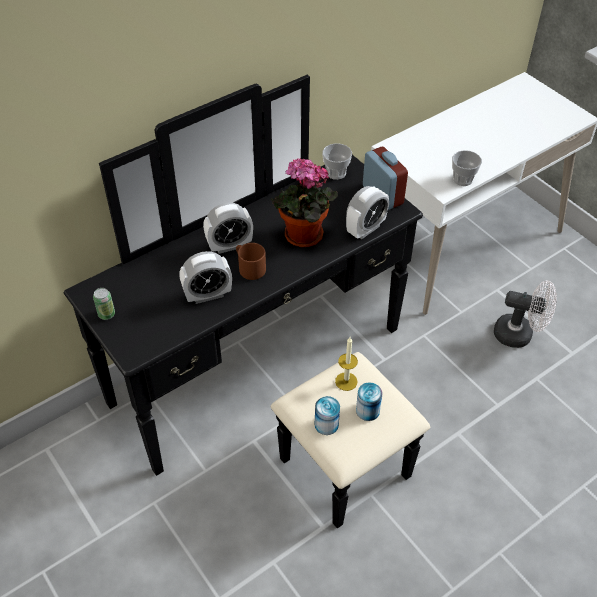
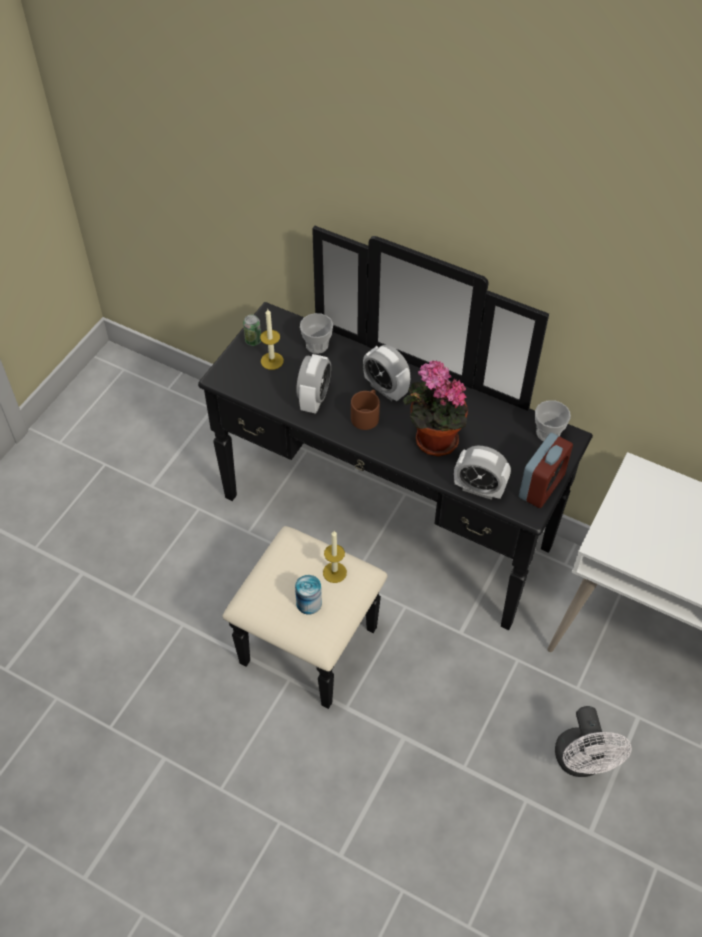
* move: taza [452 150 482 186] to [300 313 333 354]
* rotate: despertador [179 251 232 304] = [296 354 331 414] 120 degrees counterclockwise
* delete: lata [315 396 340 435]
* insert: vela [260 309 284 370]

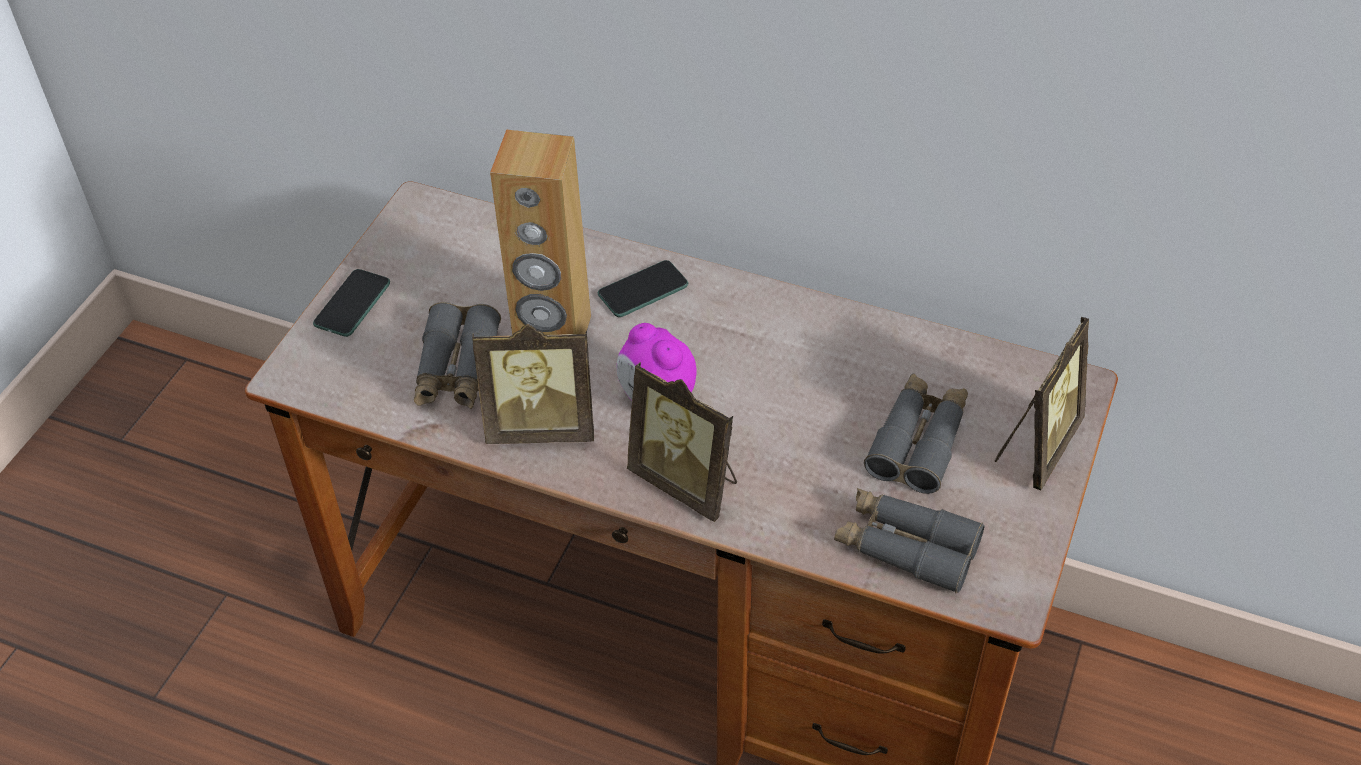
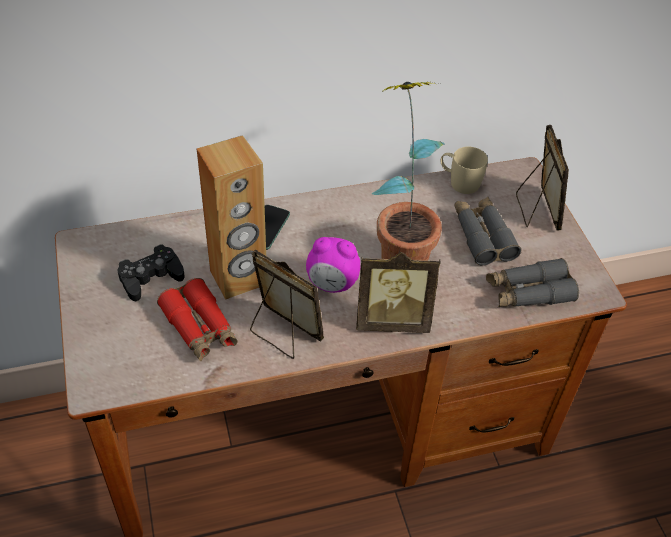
* delete: móvil [313 269 390 337]
* recolor: prismáticos [gris] [414 302 501 409] to prismáticos [rojo] [157 278 238 361]
* rotate: portarretratos [472 324 594 444] = [250 250 324 359] 105 degrees counterclockwise
* insert: planta en maceta [372 81 445 260]
* insert: taza grande [beis] [440 147 488 194]
* insert: mando de consola [negro] [118 244 185 301]

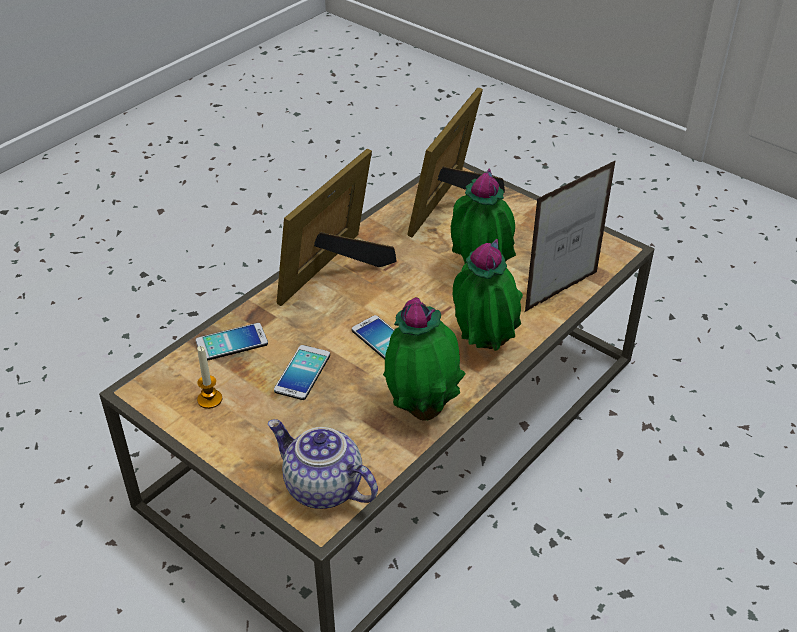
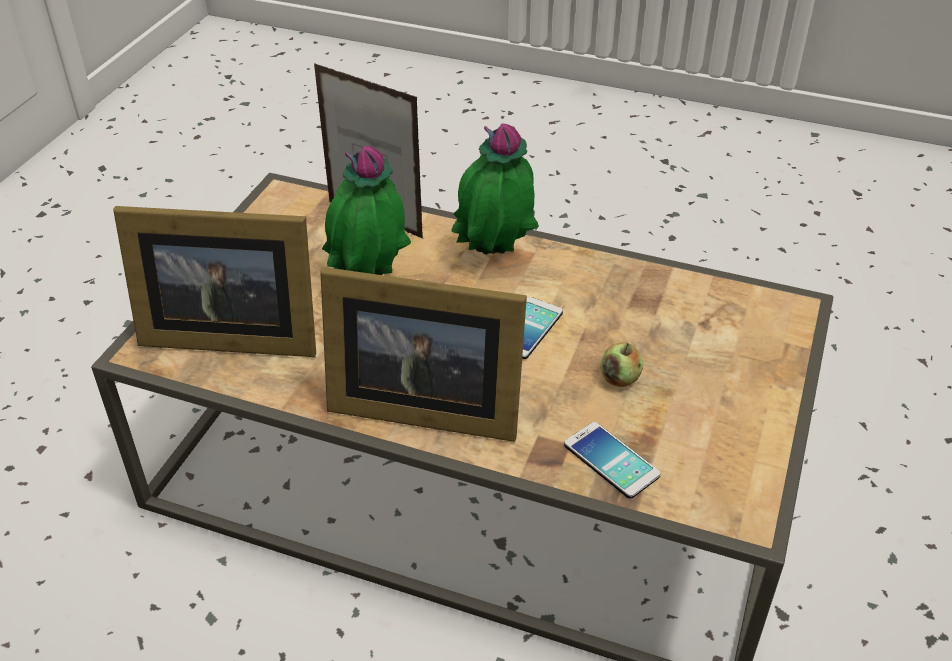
* delete: planta en maceta [383 297 466 421]
* replace: móvil [274 345 330 400] to manzana [600 342 643 387]
* delete: vela [197 346 222 409]
* delete: tetera [268 419 378 509]

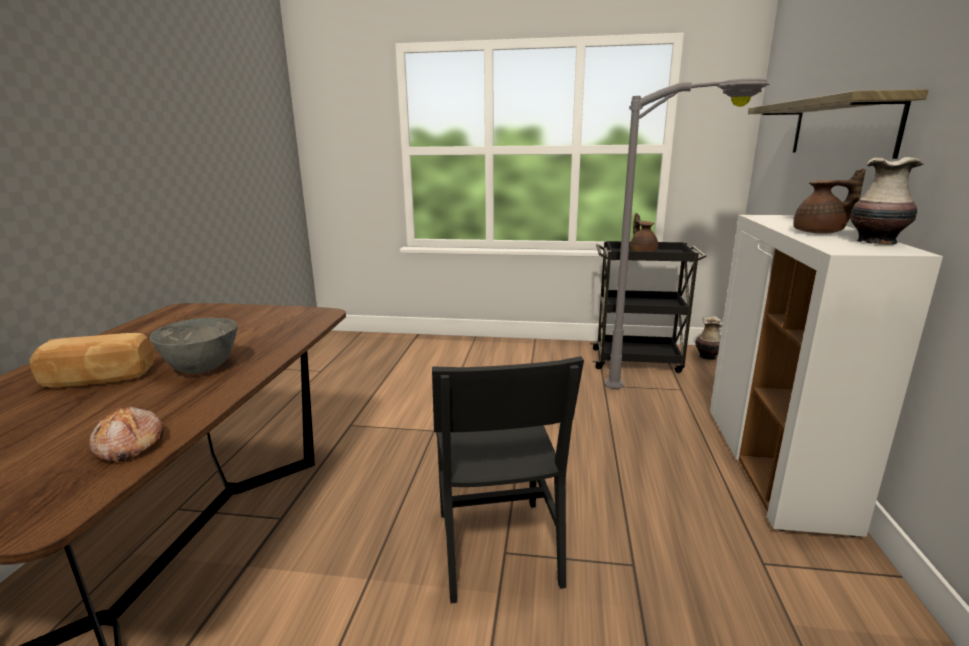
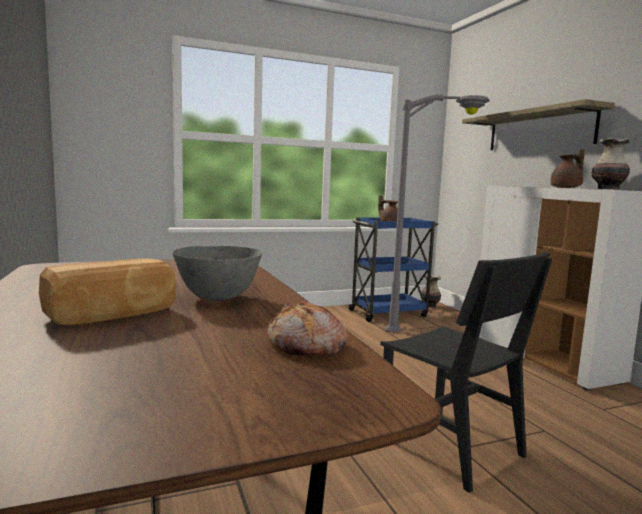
* recolor: carrito [negro] [590 241 707 373] to carrito [azul] [347 217 439 322]

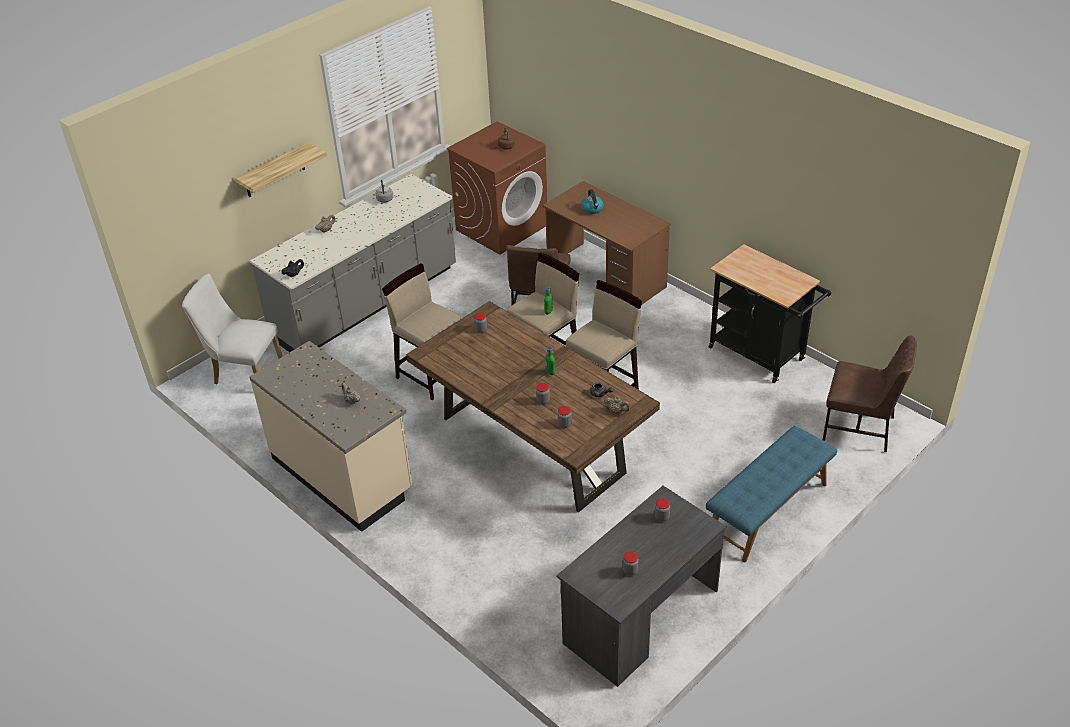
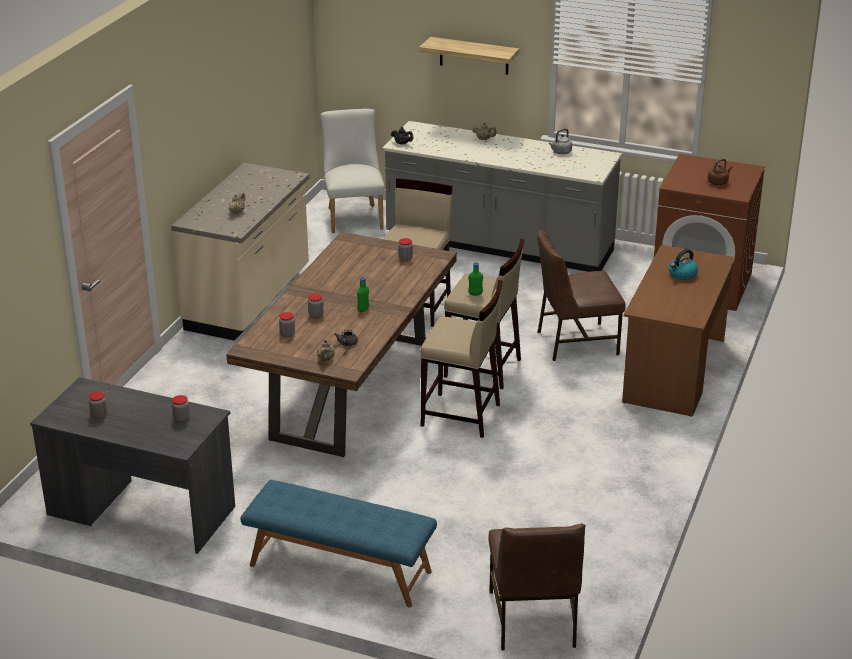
* delete: carrito [negro] [709 244 831 383]

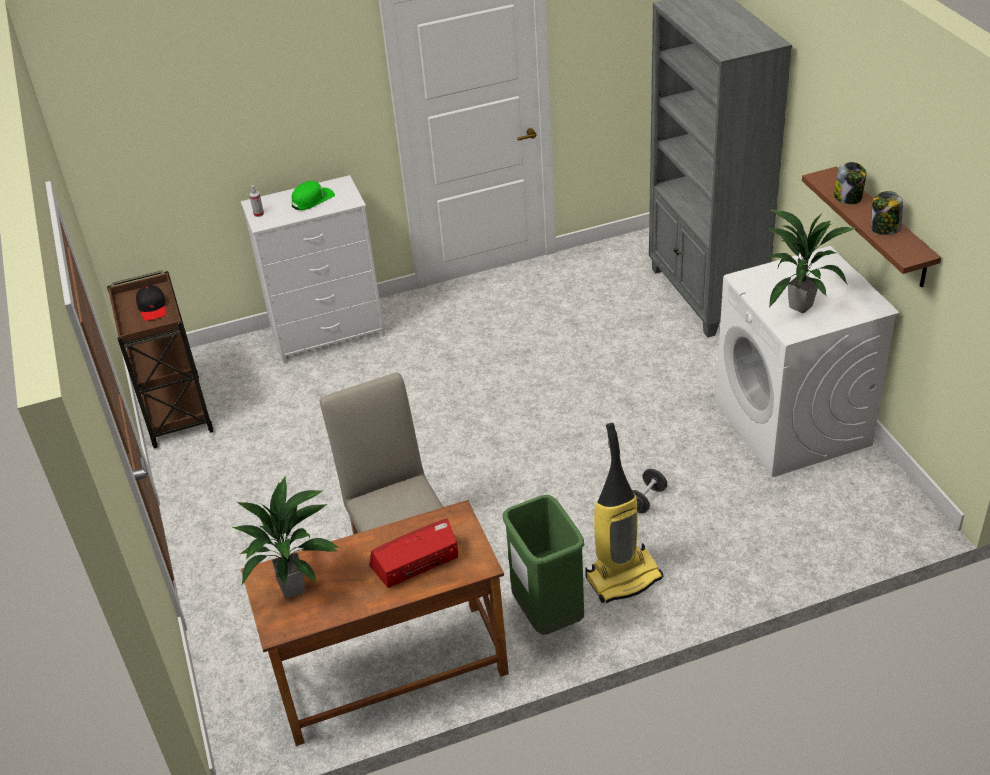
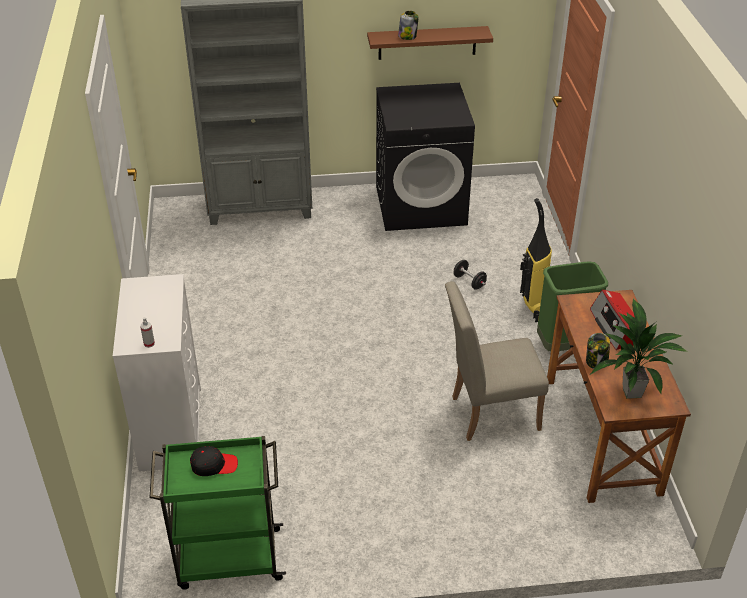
* delete: gorra [verde] [292 181 335 210]
* move: tarro [871 191 903 235] to [586 333 610 369]
* delete: planta en maceta [767 209 856 313]
* recolor: lavadora [blanco] [715 246 900 477] to lavadora [negro] [376 83 475 231]
* recolor: carrito [marrón] [107 270 214 448] to carrito [verde] [149 436 286 590]

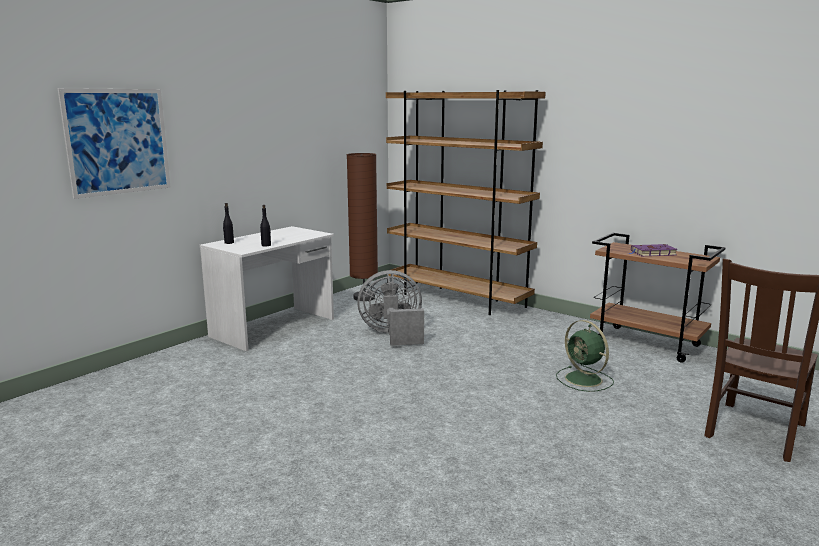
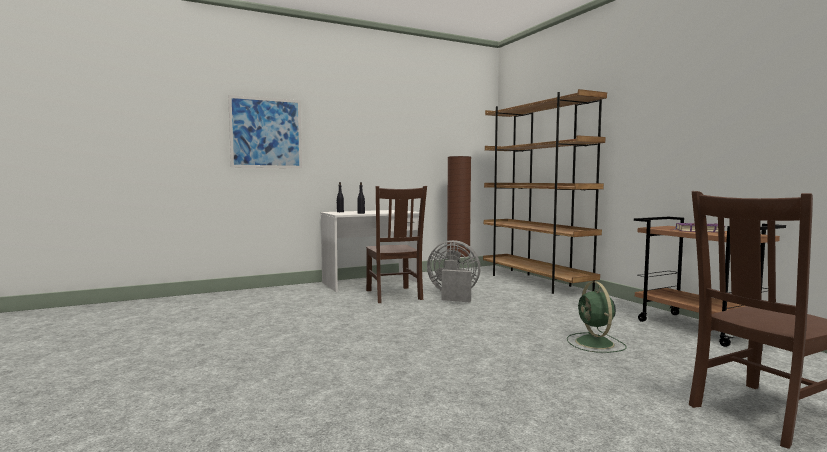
* insert: silla [marrón] [366 186 427 303]

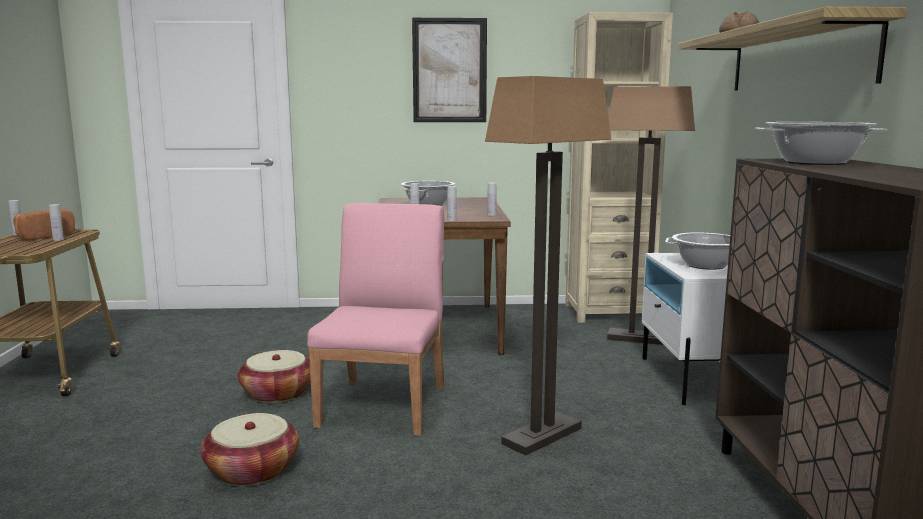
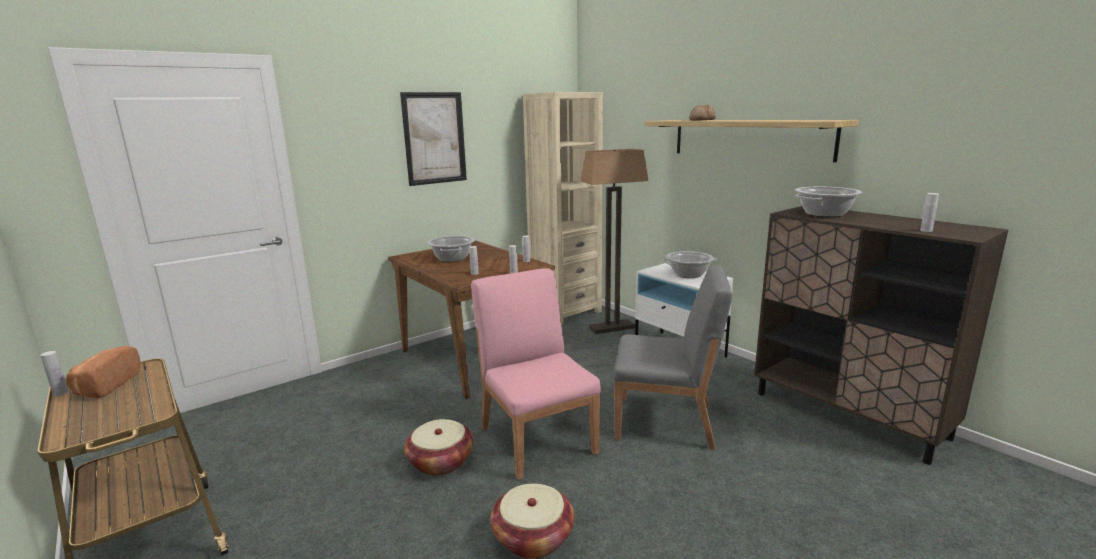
* replace: lámpara de pie [485 76 612 456] to silla [gris] [613 265 732 450]
* move: botella [blanco] [49 204 64 241] to [920 193 939 232]

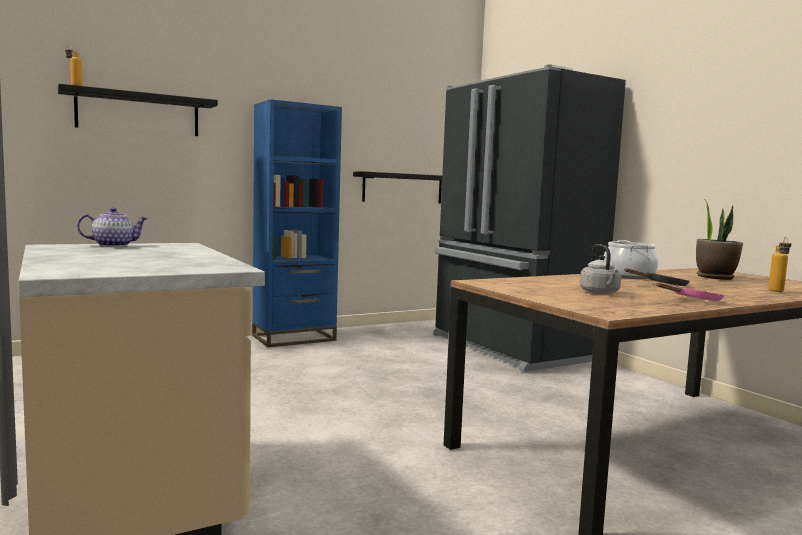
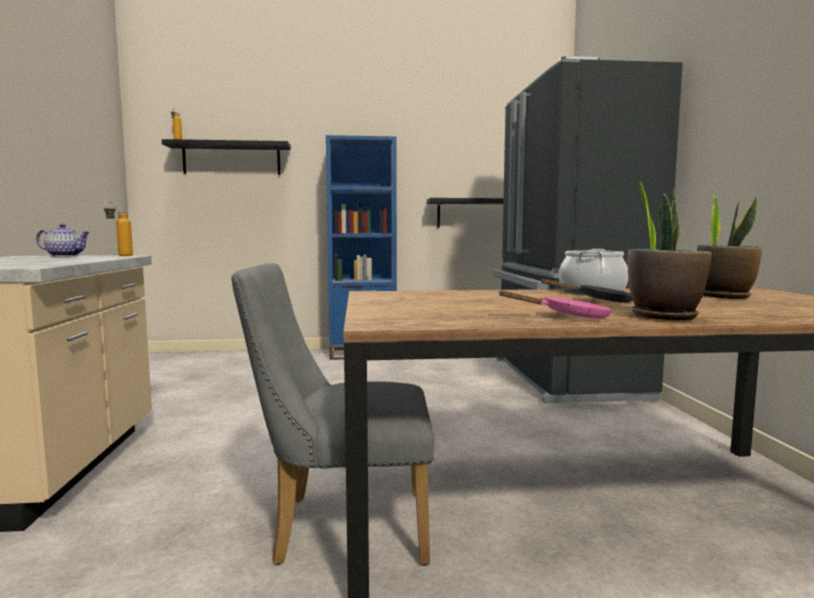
* move: botella [768 237 791 292] to [103 202 133 256]
* delete: hervidor [gris] [580 244 622 294]
* insert: planta en maceta [628 178 712 320]
* insert: silla [gris] [231 263 434 566]

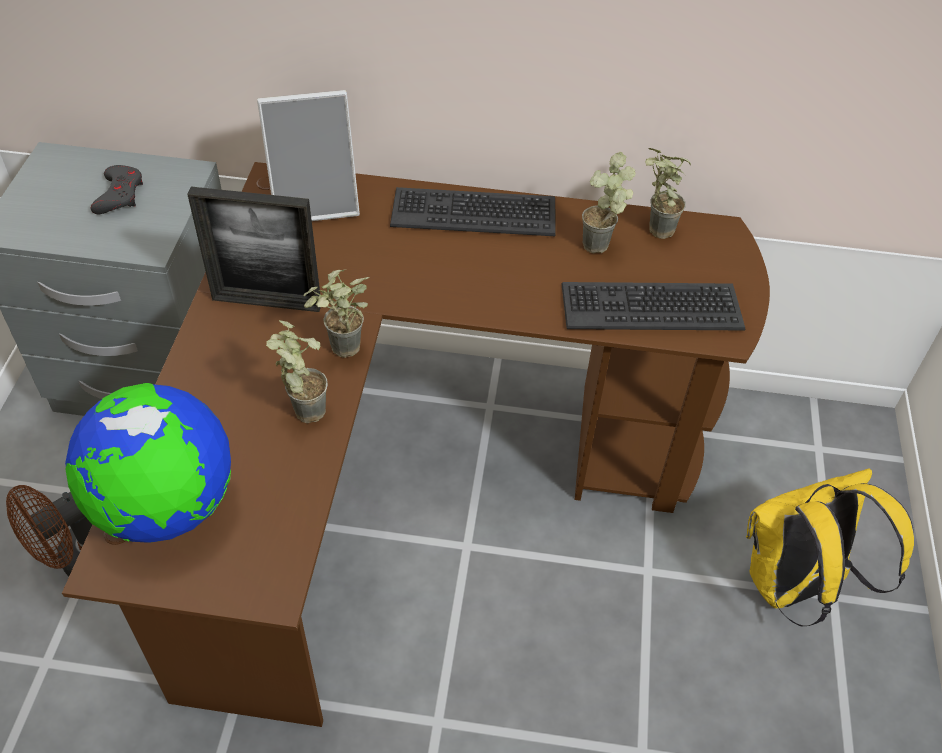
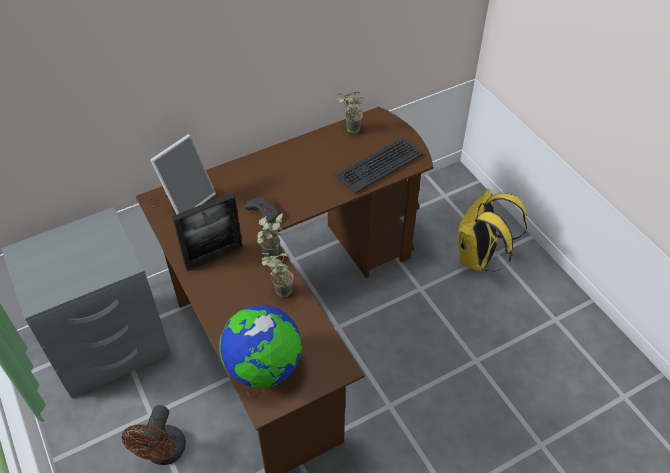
* delete: planta en maceta [582 152 636 253]
* move: mando de consola [gris] [91 165 143 214] to [244 196 279 228]
* delete: teclado [390 187 556 236]

